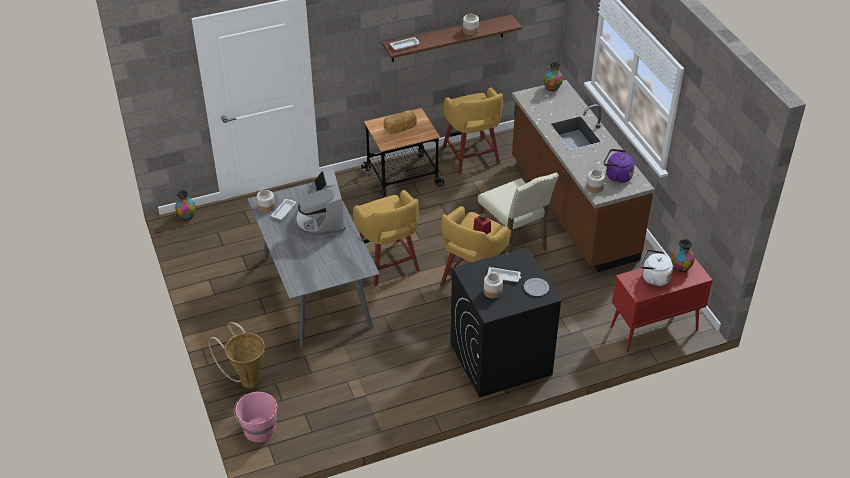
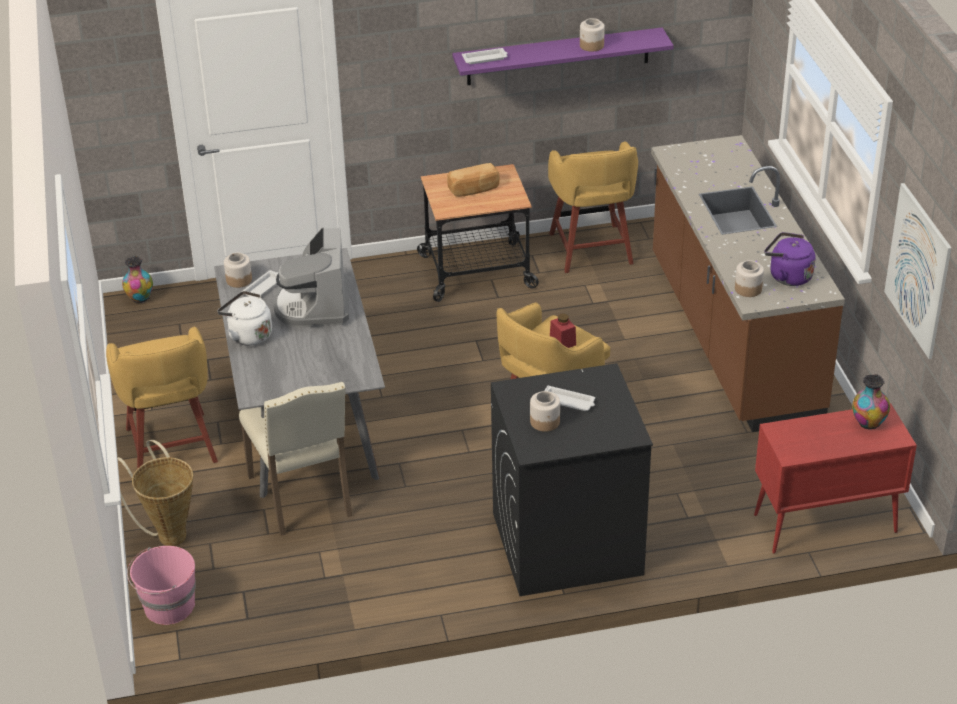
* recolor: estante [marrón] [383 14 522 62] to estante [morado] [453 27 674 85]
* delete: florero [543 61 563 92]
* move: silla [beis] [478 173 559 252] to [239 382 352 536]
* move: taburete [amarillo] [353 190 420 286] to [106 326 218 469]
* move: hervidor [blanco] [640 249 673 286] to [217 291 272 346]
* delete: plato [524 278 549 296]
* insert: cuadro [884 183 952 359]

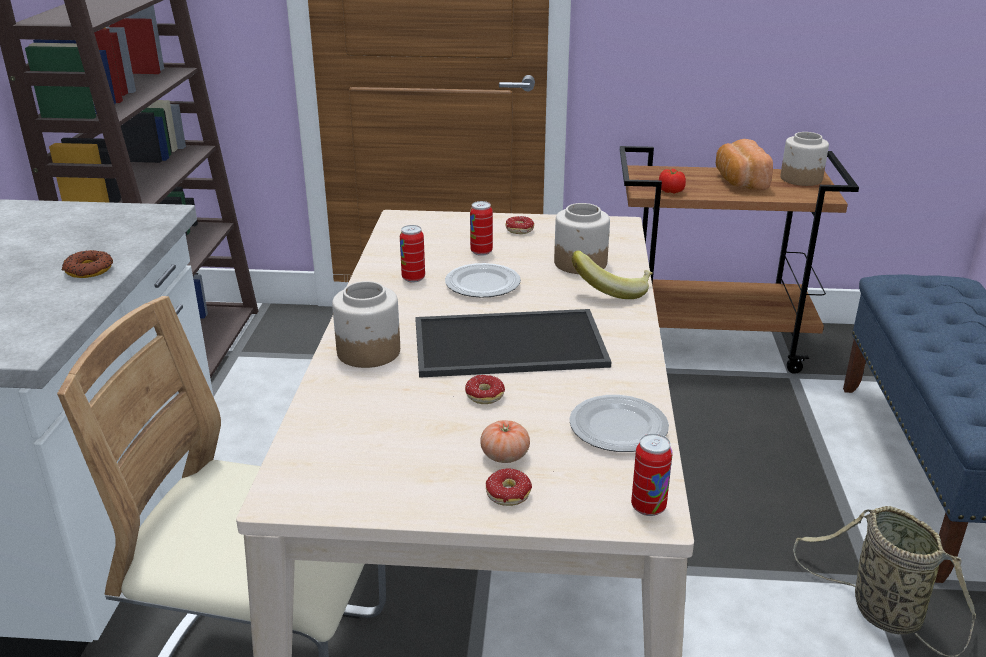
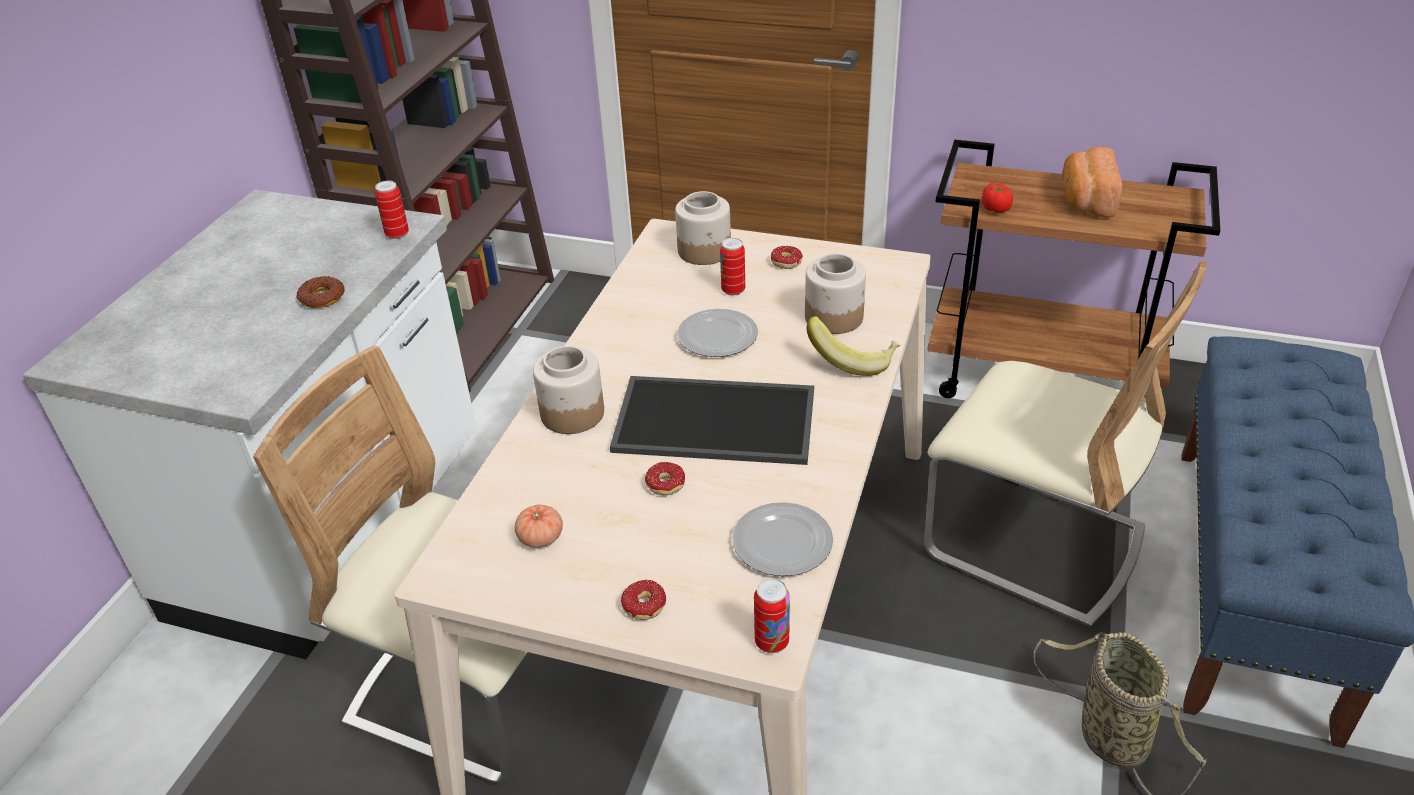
* move: tarro [781 132 829 186] to [675 191 731 265]
* move: lata [400 225 425 283] to [375 181 409 239]
* move: tomate [480 420 530 463] to [514 505 563 548]
* insert: silla [beis] [924 260 1207 628]

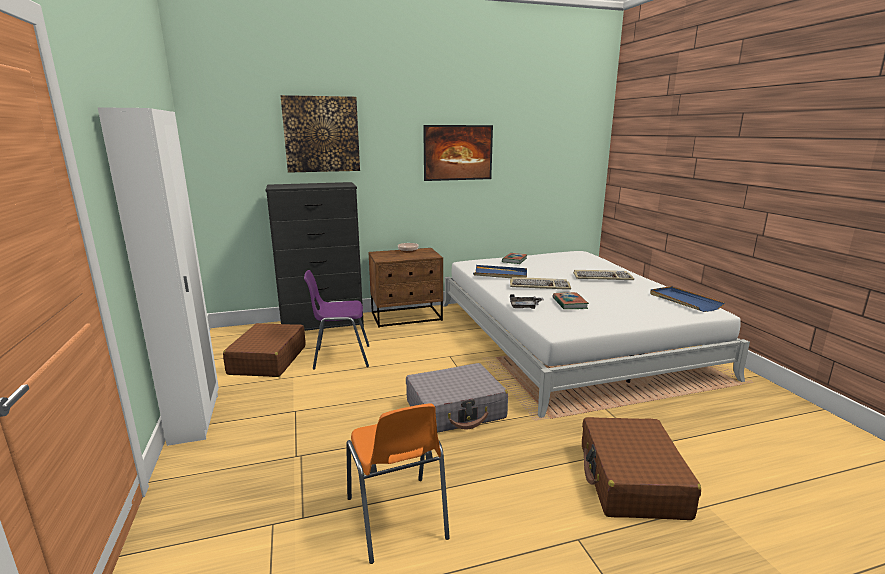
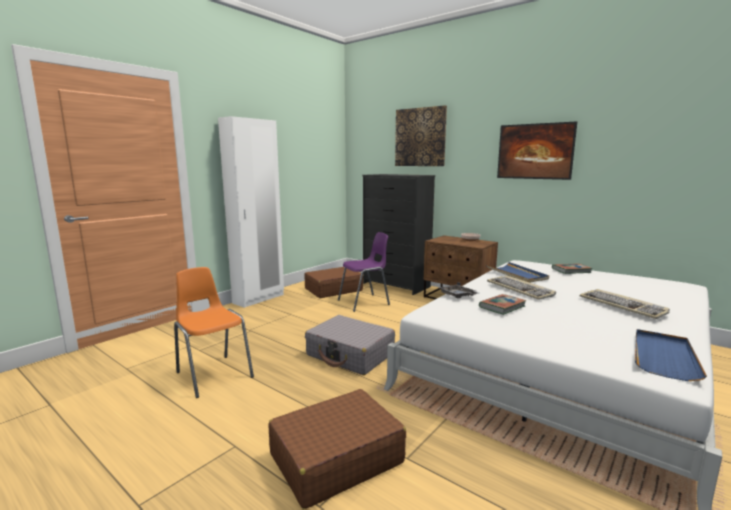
* rotate: silla [morado] [304 270 369 370] = [338 232 390 312] 105 degrees clockwise
* rotate: silla [naranja] [346 403 450 564] = [174 267 254 398] 105 degrees clockwise

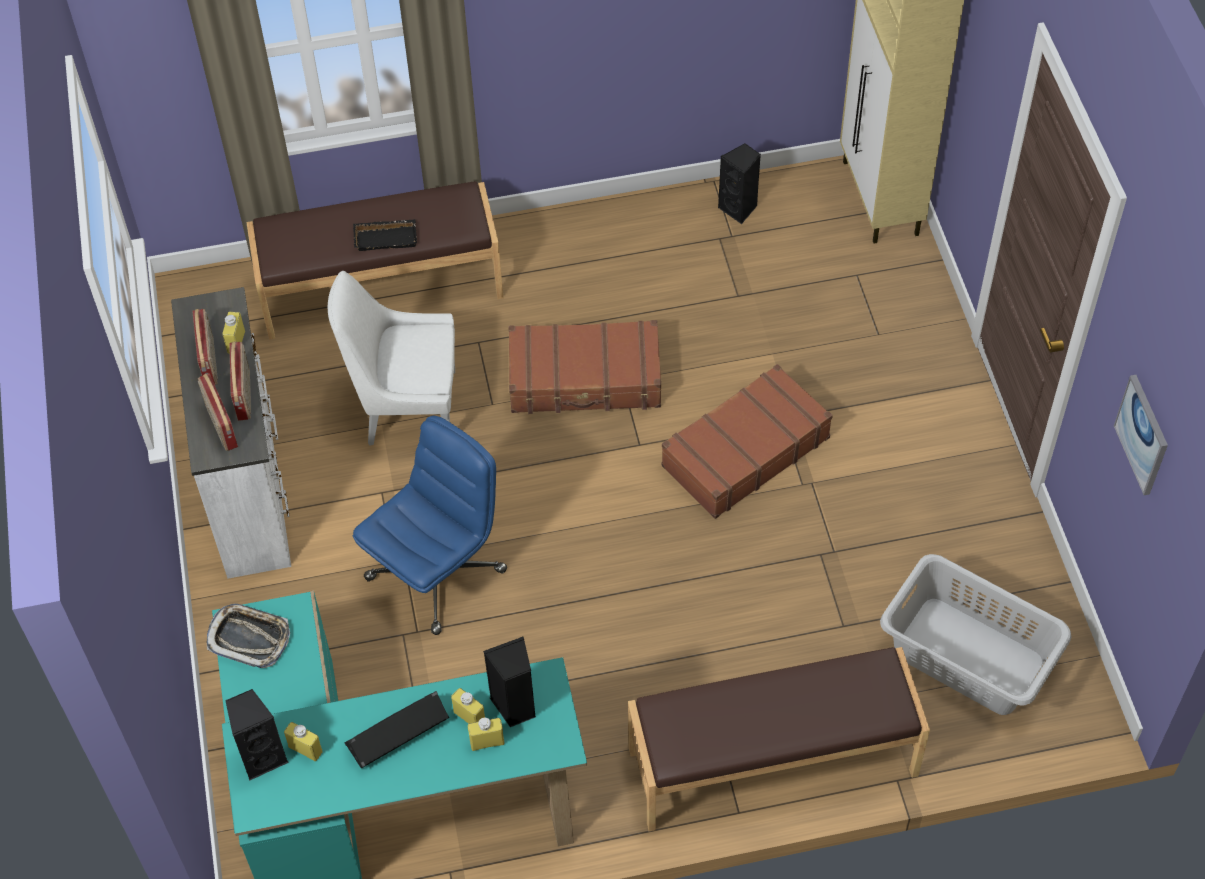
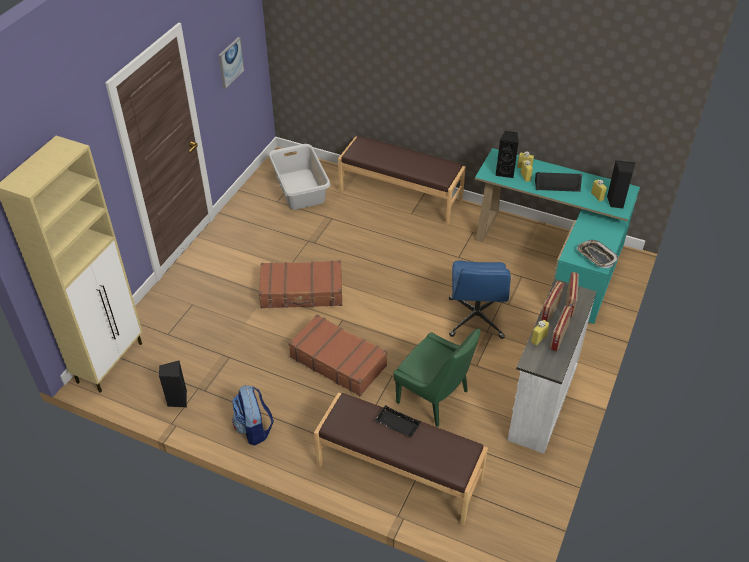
* recolor: silla [blanco] [328 271 455 446] to silla [verde] [394 328 481 427]
* rotate: silla de oficina [azul] [353 416 507 635] = [449 261 511 339] 75 degrees counterclockwise
* insert: mochila [232 385 274 446]

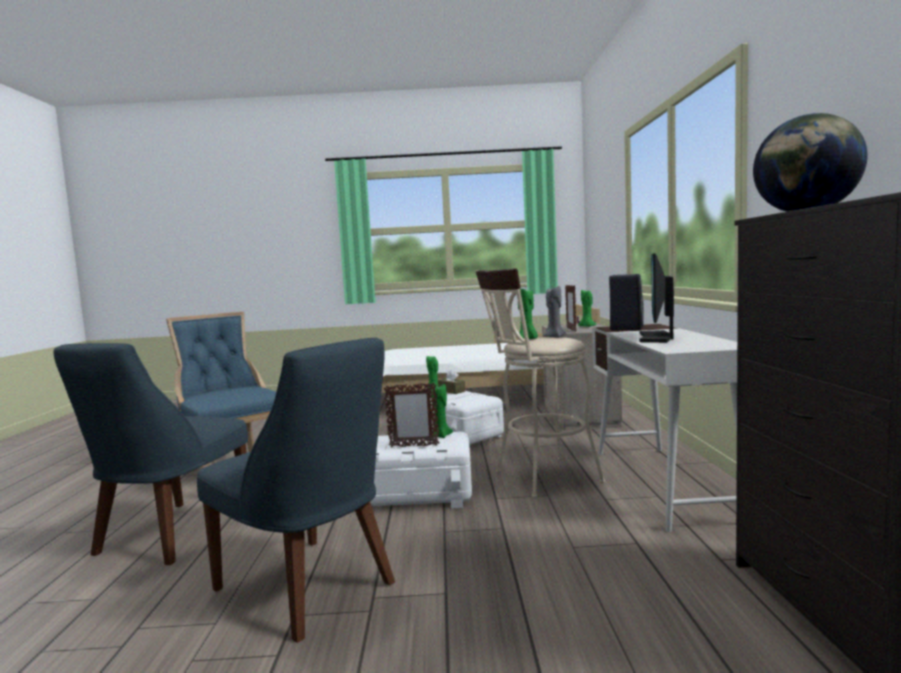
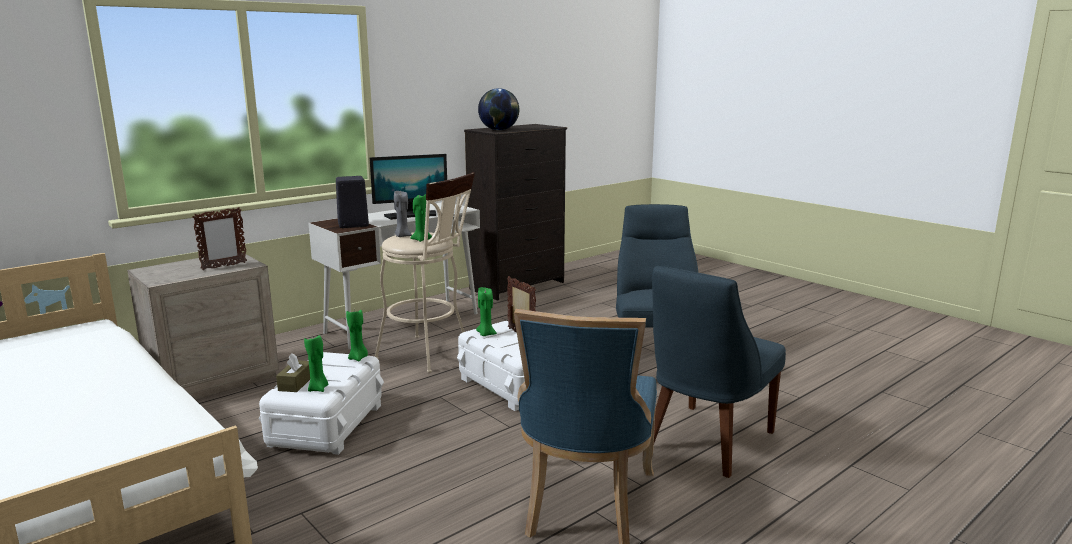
* move: vela [verde] [578 290 597 327] to [346 310 368 361]
* rotate: silla [azul] [53 343 248 565] = [652 266 786 478] 150 degrees clockwise

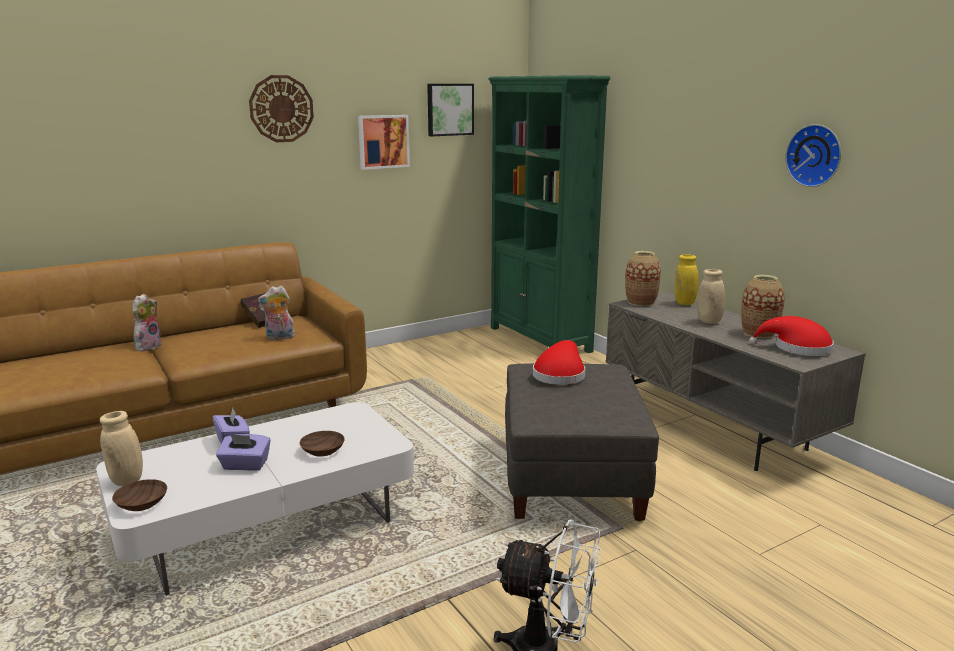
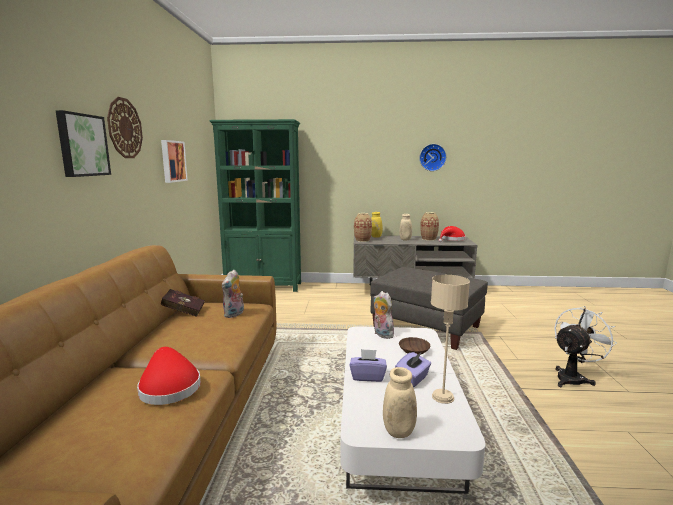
* move: cuadro [427 84 474 136] to [55 110 111 177]
* move: peluche [132 294 162 352] to [374 291 394 339]
* move: sombrero [rojo] [533 340 585 385] to [137 347 201 405]
* delete: cuenco [marrón] [112 479 167 511]
* insert: lámpara de mesa [beis] [431 275 470 404]

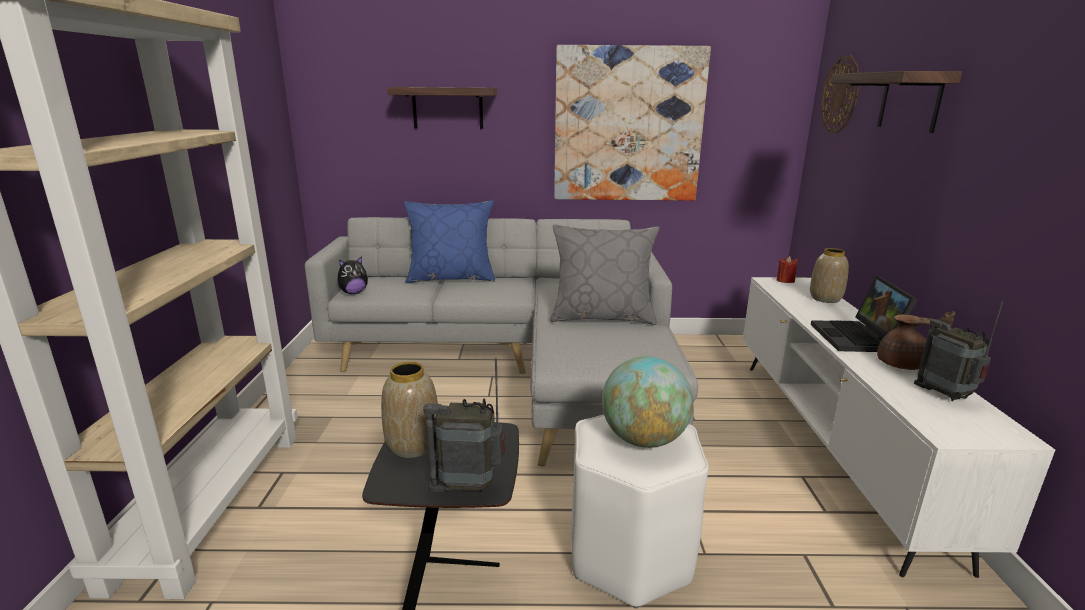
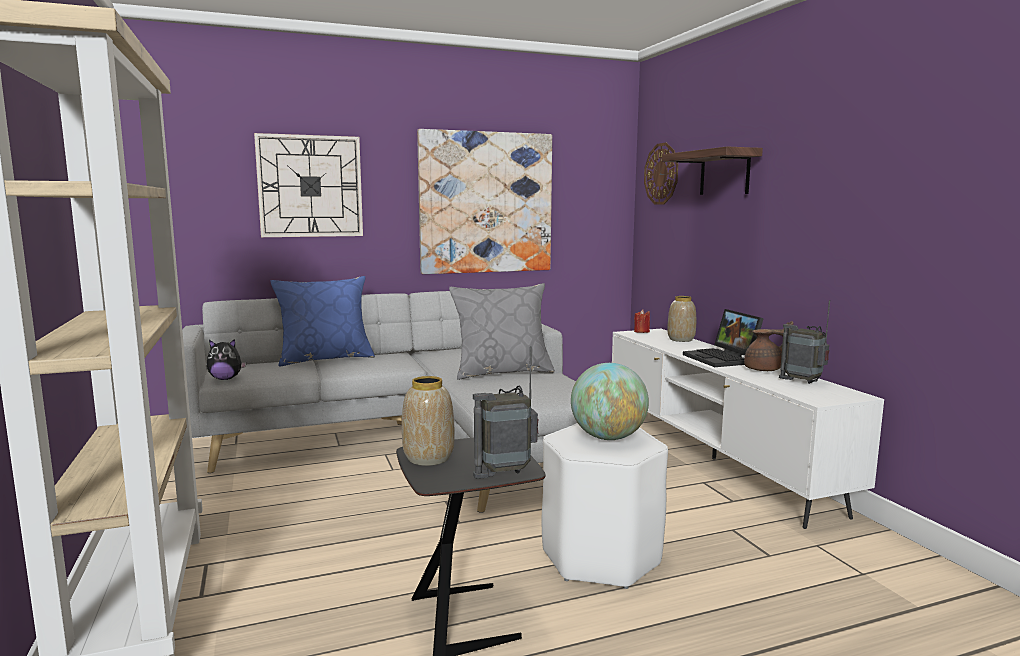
* replace: estante [388 87 497 129] to reloj de pared [254 133 363 237]
* rotate: peluche [338 256 368 294] = [207 339 246 380] 45 degrees clockwise

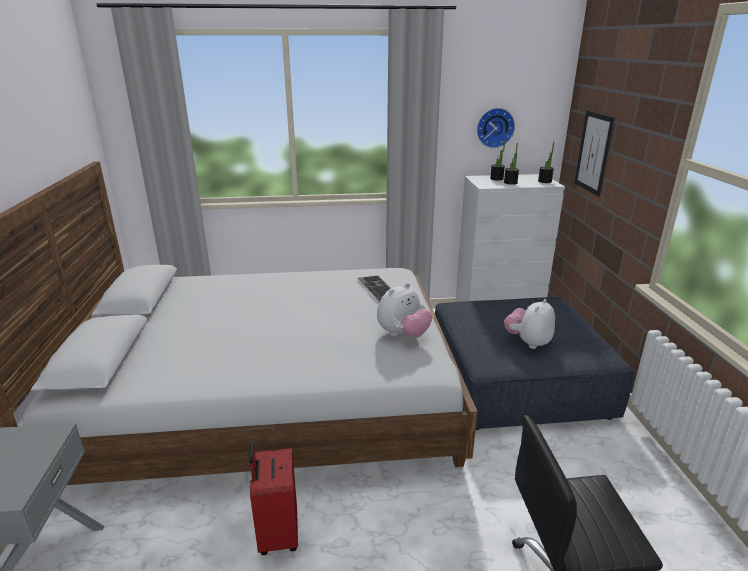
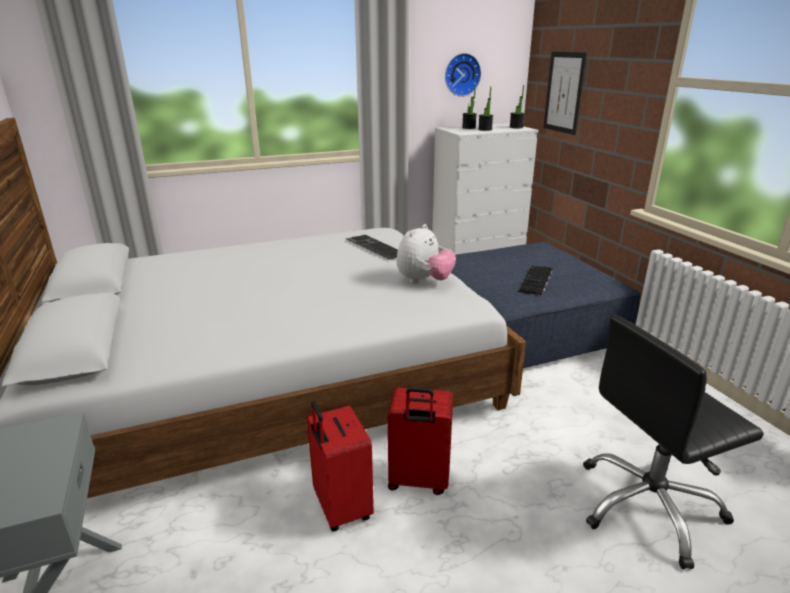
* replace: peluche [504 299 555 349] to teclado [518 265 553 296]
* insert: maleta [rojo] [388 387 453 495]

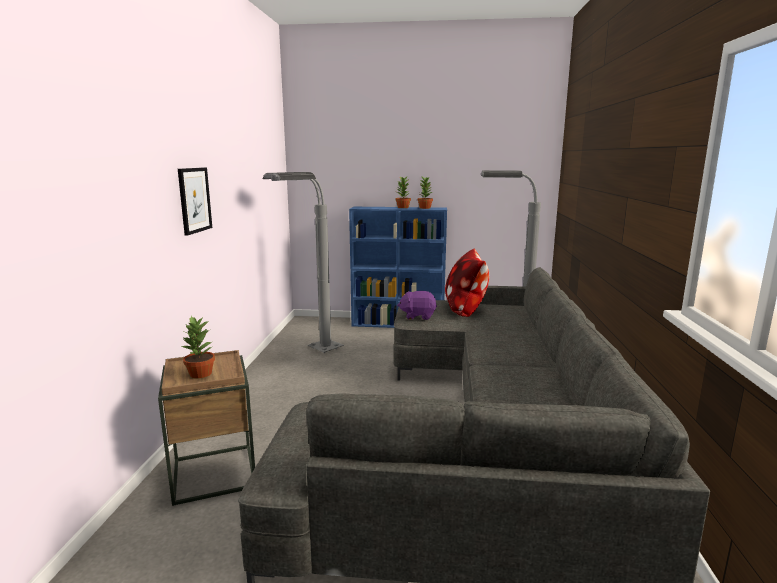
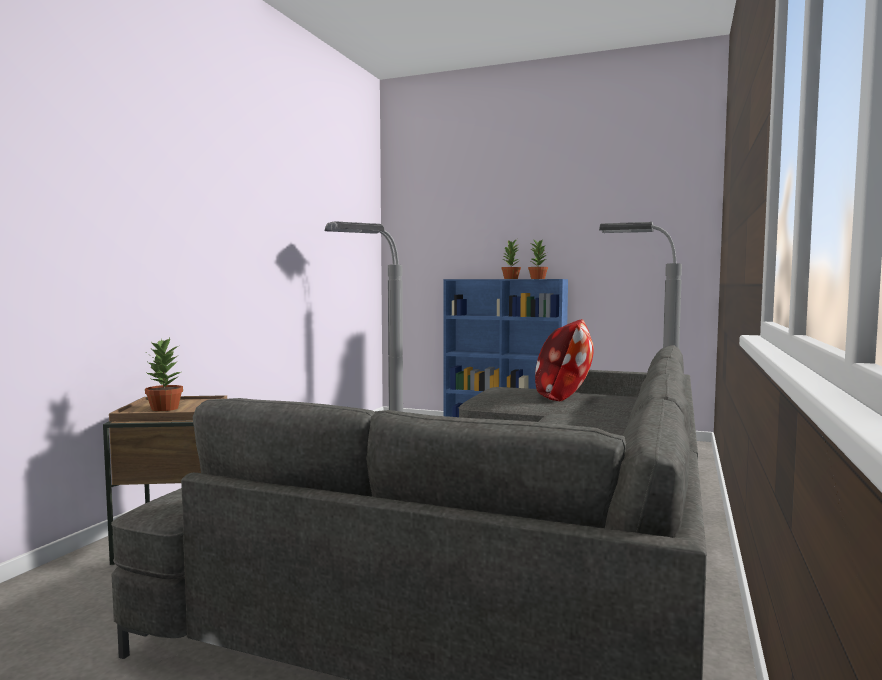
* delete: cuadro [178 167 212 236]
* delete: peluche [morado] [397 291 437 320]

